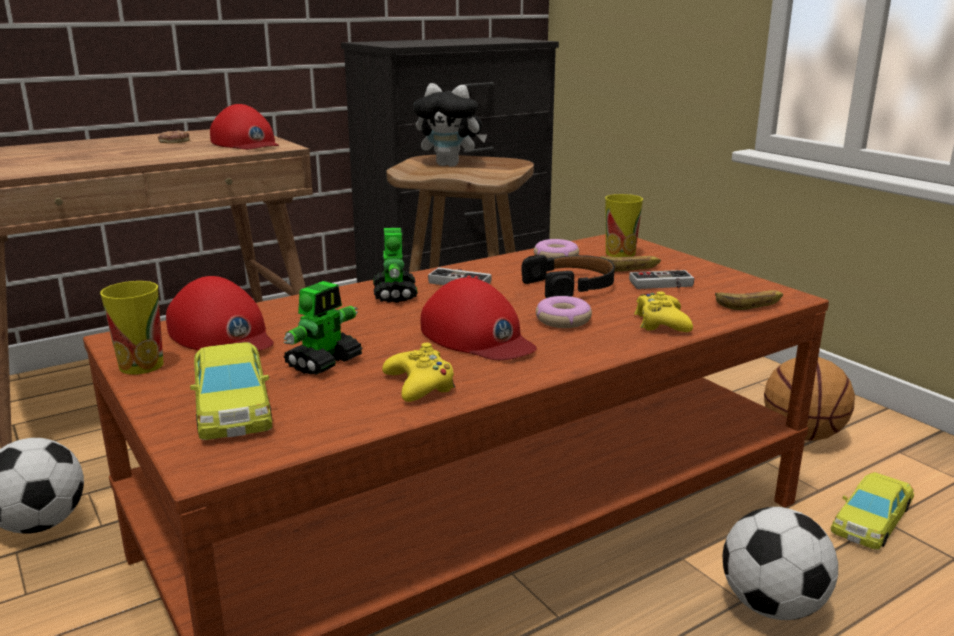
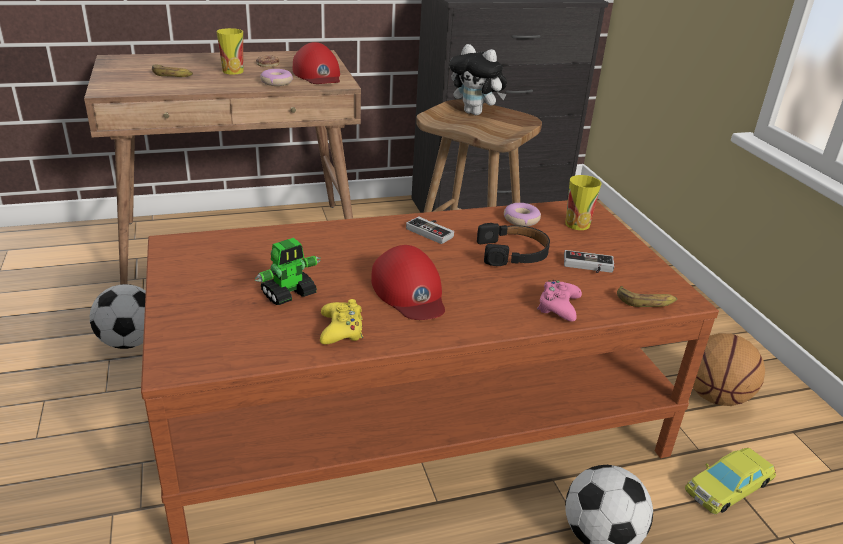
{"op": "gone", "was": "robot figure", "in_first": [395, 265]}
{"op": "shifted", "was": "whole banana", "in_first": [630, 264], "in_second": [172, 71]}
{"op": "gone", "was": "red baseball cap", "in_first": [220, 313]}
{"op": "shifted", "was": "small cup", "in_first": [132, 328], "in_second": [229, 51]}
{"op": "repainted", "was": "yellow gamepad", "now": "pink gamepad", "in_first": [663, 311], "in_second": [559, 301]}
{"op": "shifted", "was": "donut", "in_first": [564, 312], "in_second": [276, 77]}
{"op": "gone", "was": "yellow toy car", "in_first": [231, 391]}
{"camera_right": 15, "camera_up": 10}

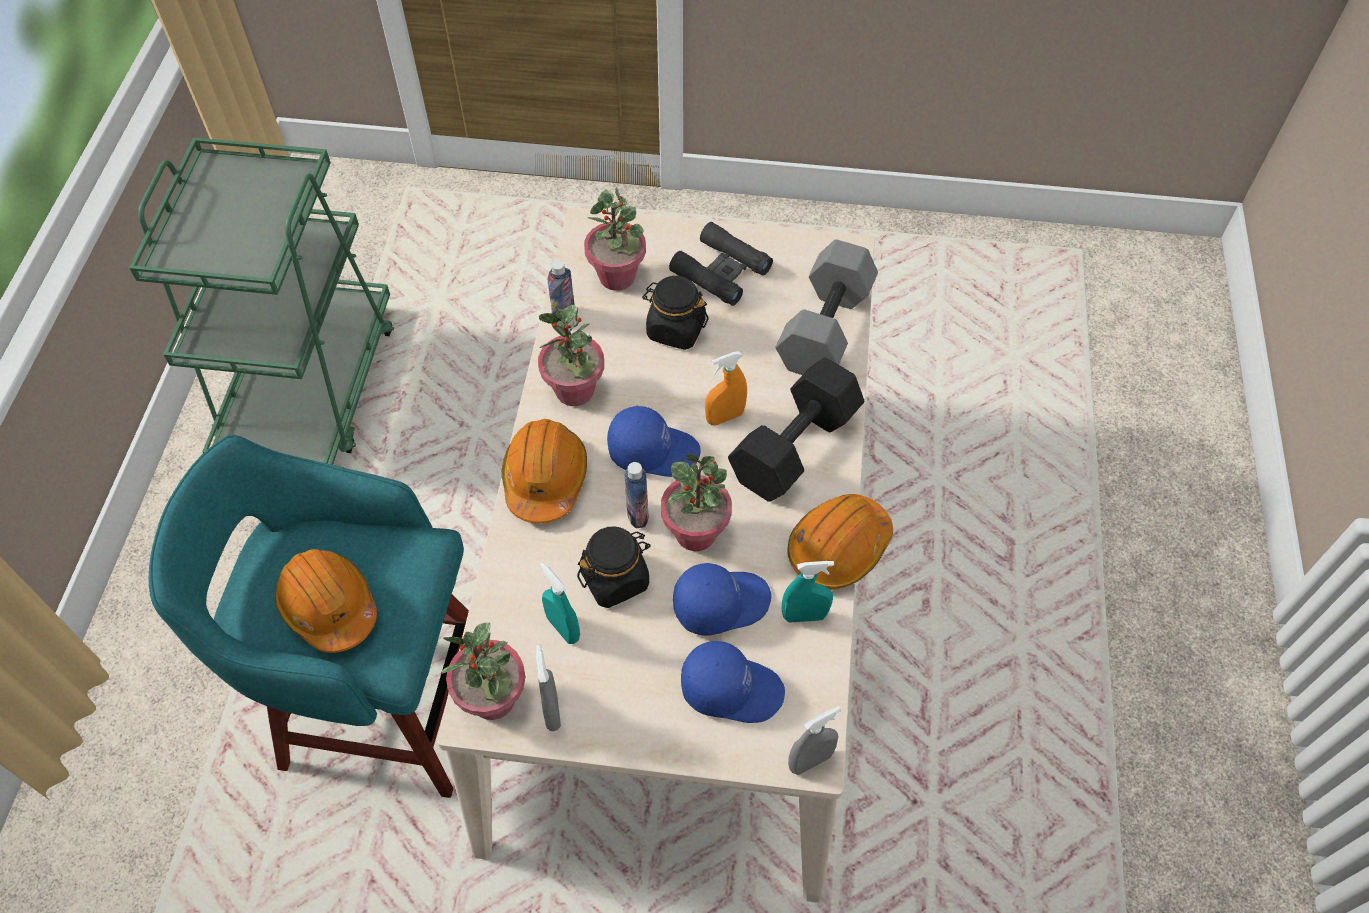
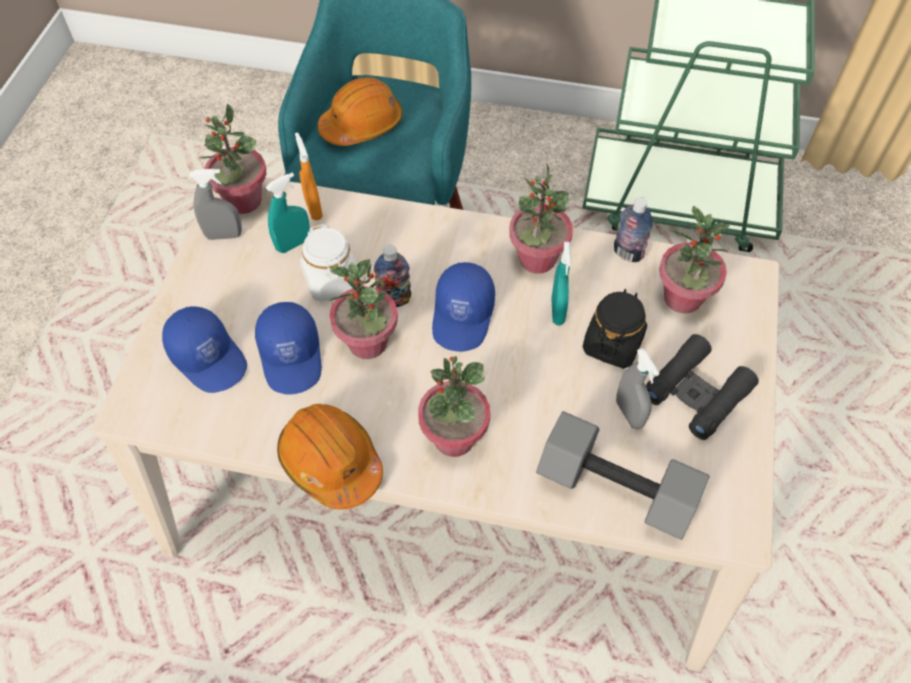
{"op": "shifted", "was": "orange-coloured sprayer", "in_first": [726, 388], "in_second": [309, 176]}
{"op": "swapped", "was": "blackish hand weight", "now": "plant in a pot", "in_first": [796, 429], "in_second": [454, 406]}
{"op": "gone", "was": "orange-coloured safety helmet", "in_first": [544, 471]}
{"op": "repainted", "was": "blackish preserve jar", "now": "white preserve jar", "in_first": [614, 567], "in_second": [330, 263]}
{"op": "shifted", "was": "turquoise sprayer", "in_first": [808, 591], "in_second": [561, 283]}
{"op": "rotated", "was": "bluish baseball cap", "in_first": [733, 682], "in_second": [204, 349], "clockwise": -60}
{"op": "shifted", "was": "grey sprayer", "in_first": [814, 741], "in_second": [638, 389]}
{"camera_right": 95, "camera_up": 0}

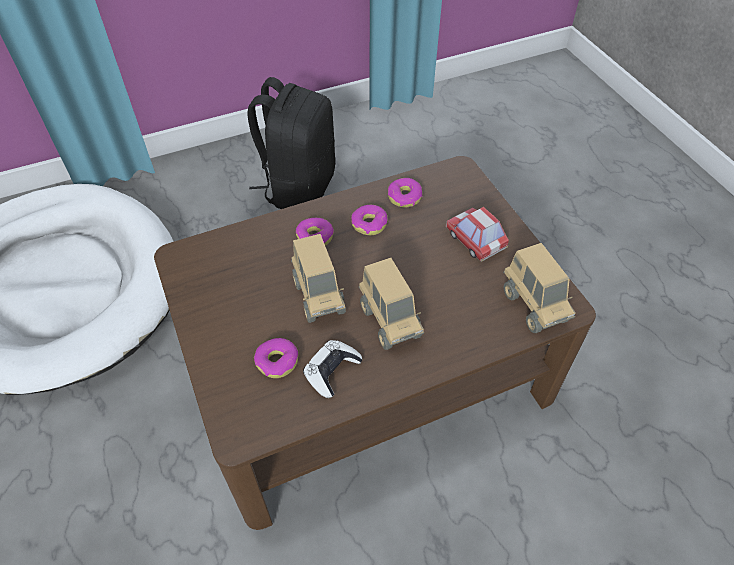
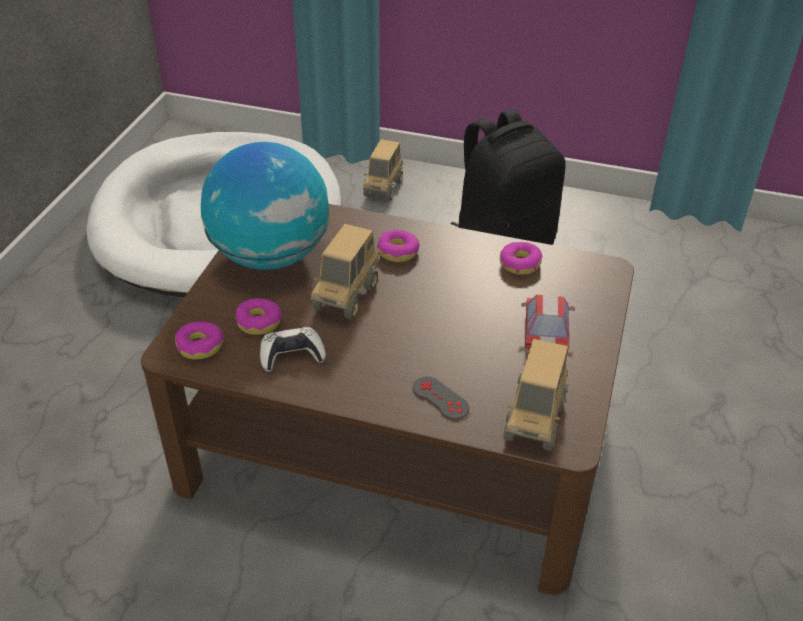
{"op": "shifted", "was": "donut", "in_first": [369, 220], "in_second": [199, 341]}
{"op": "shifted", "was": "model truck", "in_first": [391, 304], "in_second": [383, 170]}
{"op": "new", "now": "desk globe", "in_second": [265, 206]}
{"op": "new", "now": "grey gamepad", "in_second": [441, 398]}
{"camera_right": 40, "camera_up": -10}

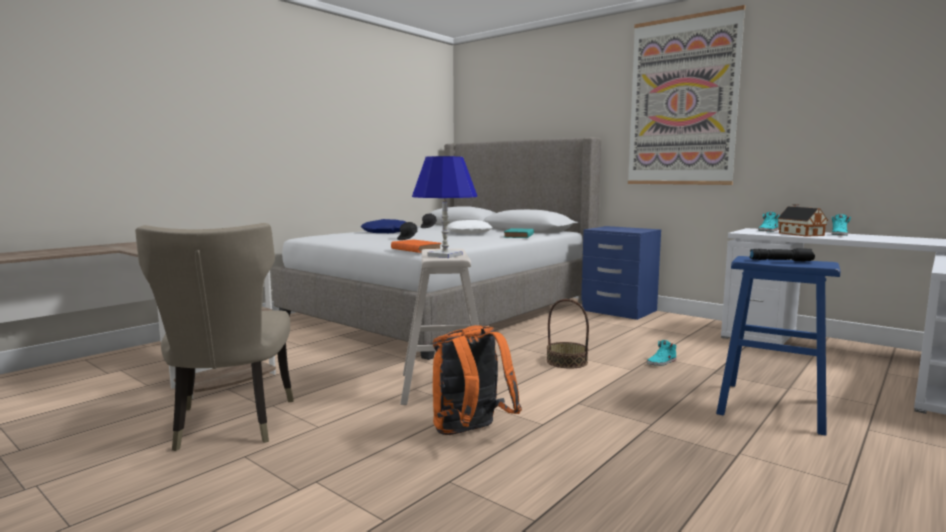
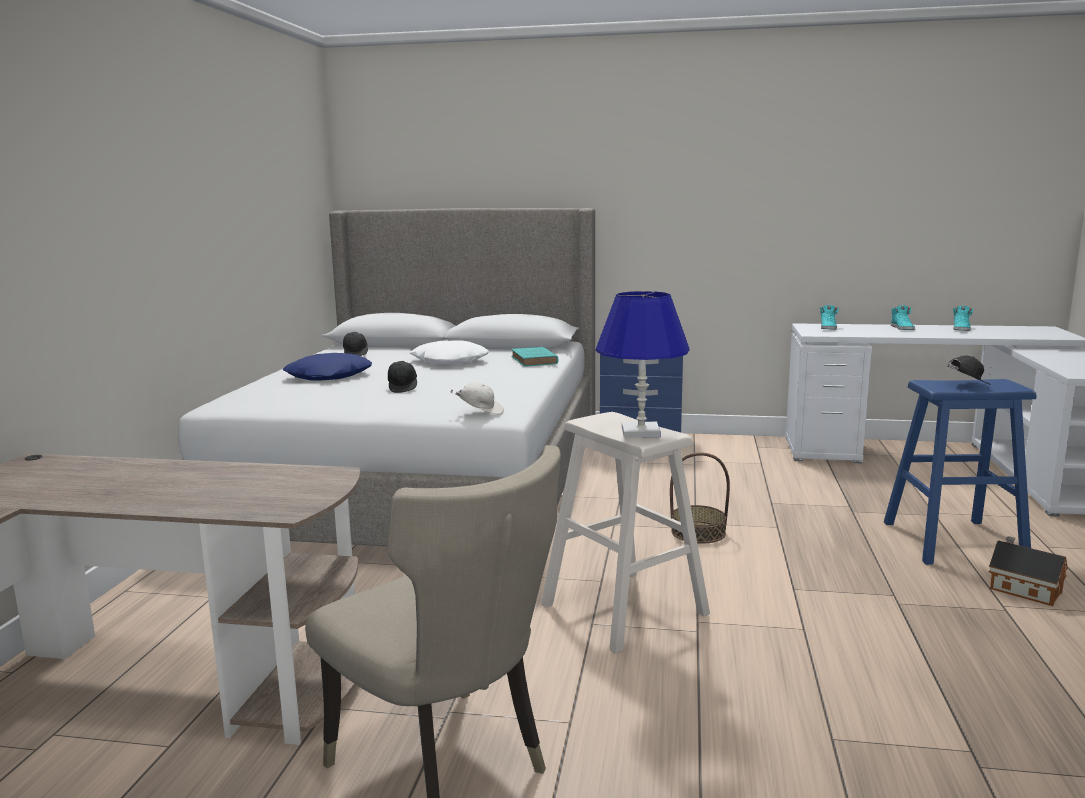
{"op": "gone", "was": "wall picture", "in_first": [686, 95]}
{"op": "shifted", "was": "miniature house", "in_first": [802, 220], "in_second": [1028, 571]}
{"op": "swapped", "was": "orange-coloured bound book", "now": "white baseball cap", "in_first": [416, 246], "in_second": [477, 399]}
{"op": "swapped", "was": "blackish torch", "now": "blackish baseball cap", "in_first": [782, 254], "in_second": [969, 370]}
{"op": "gone", "was": "orange-coloured backpack", "in_first": [477, 380]}
{"op": "shifted", "was": "turquoise shoe", "in_first": [662, 353], "in_second": [963, 318]}
{"camera_right": -30, "camera_up": 5}

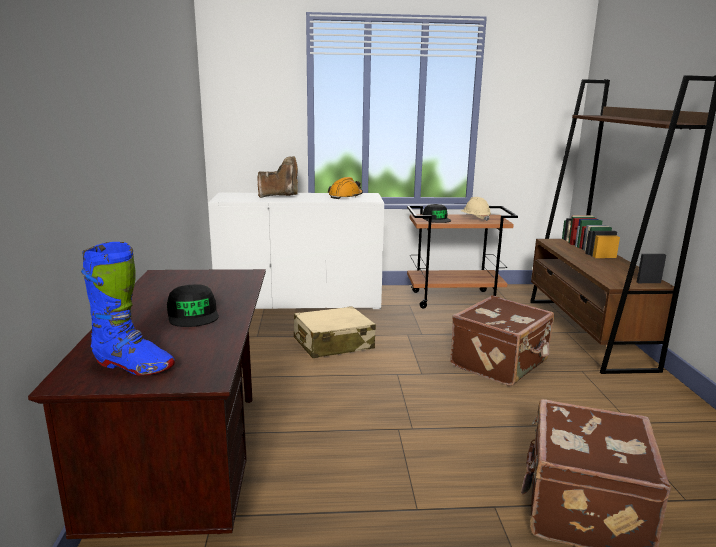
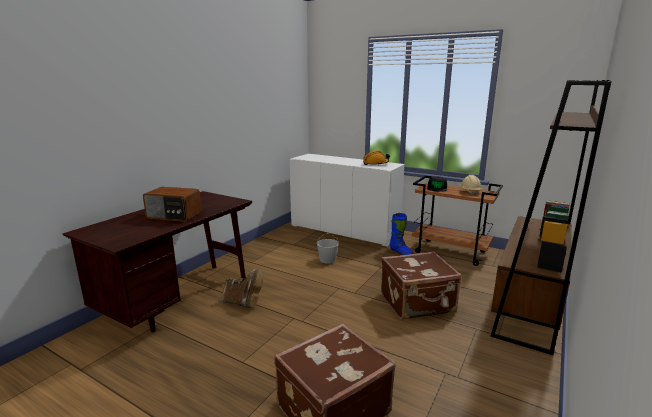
{"op": "shifted", "was": "brownish tall boot", "in_first": [277, 177], "in_second": [242, 288]}
{"op": "shifted", "was": "bluish tall boot", "in_first": [128, 308], "in_second": [402, 234]}
{"op": "swapped", "was": "blackish baseball cap", "now": "radio receiver", "in_first": [193, 305], "in_second": [172, 204]}
{"op": "swapped", "was": "beige suitcase", "now": "white bucket", "in_first": [335, 332], "in_second": [328, 248]}
{"camera_right": 35, "camera_up": 0}

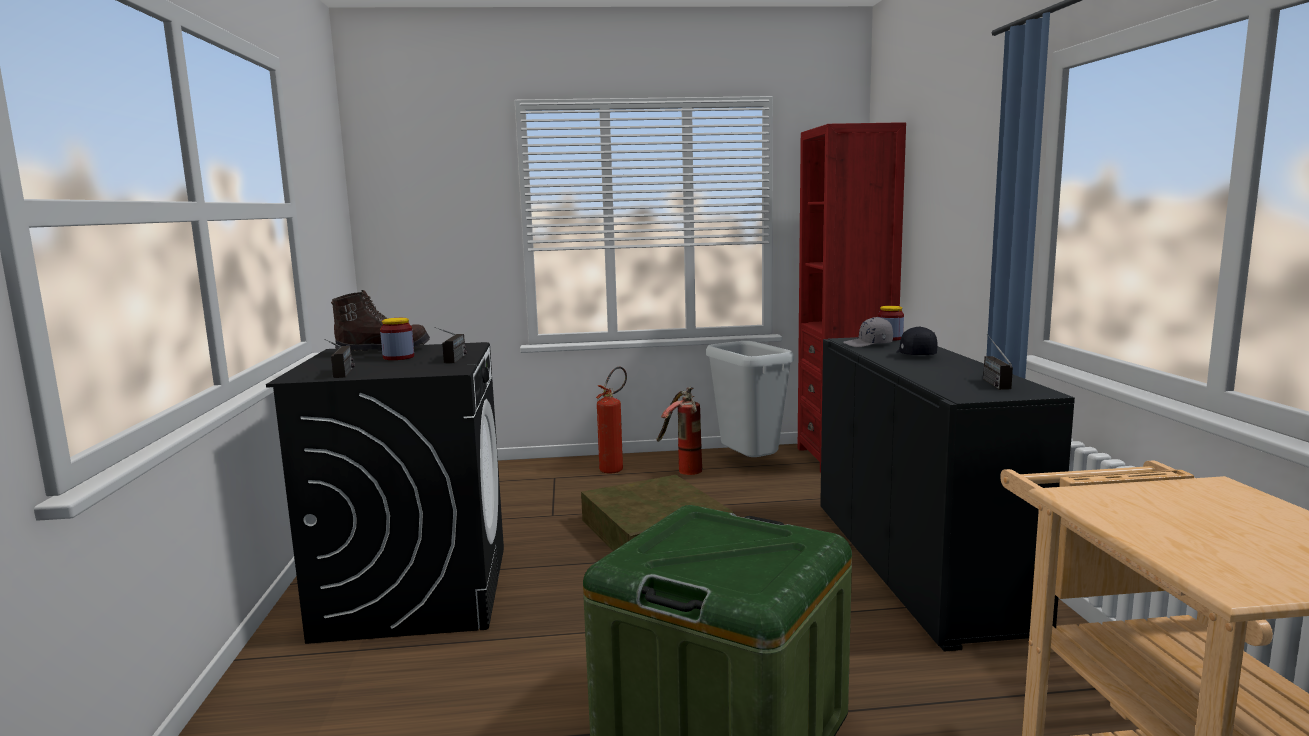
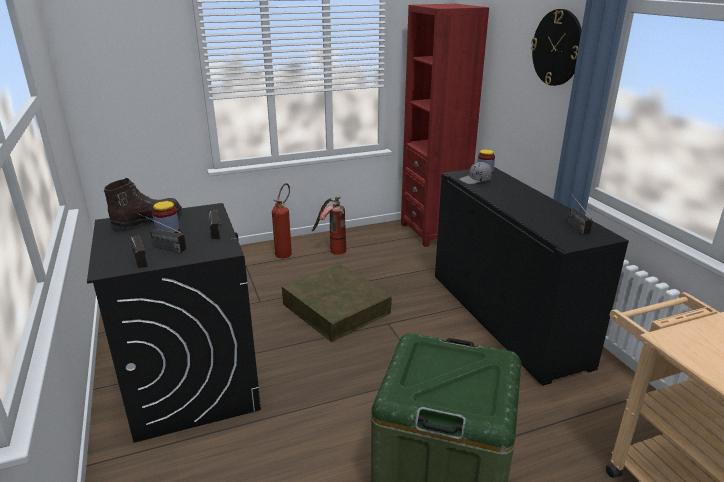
{"op": "gone", "was": "blackish baseball cap", "in_first": [916, 340]}
{"op": "gone", "was": "grey rubbish bin", "in_first": [750, 399]}
{"op": "new", "now": "hanging clock", "in_second": [556, 47]}
{"op": "new", "now": "radio receiver", "in_second": [162, 233]}
{"camera_right": -15, "camera_up": 15}

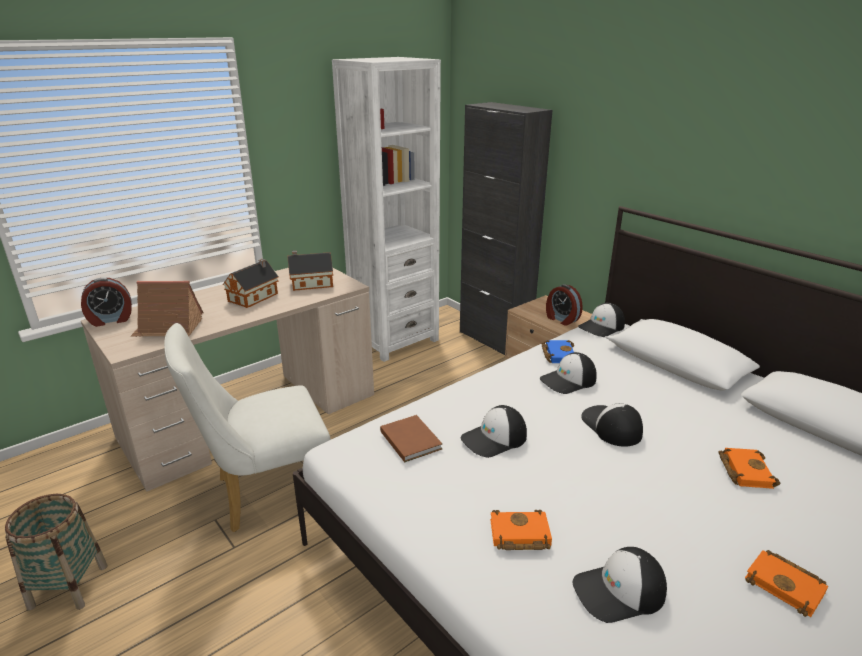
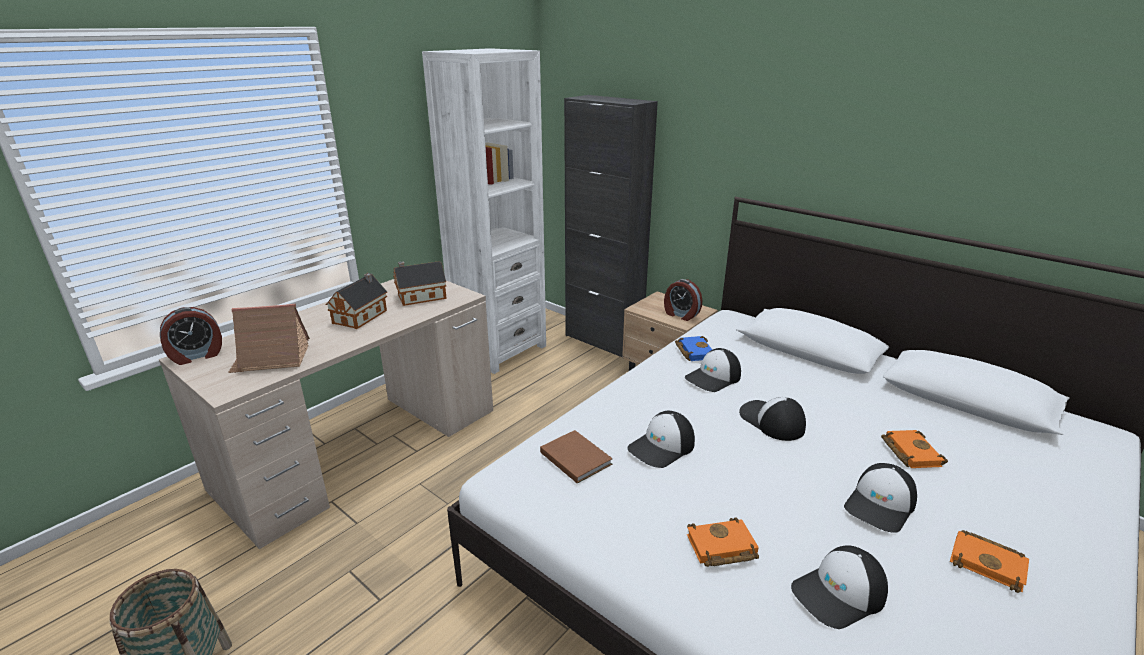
{"op": "shifted", "was": "baseball cap", "in_first": [601, 320], "in_second": [880, 498]}
{"op": "gone", "was": "white plain chair", "in_first": [247, 427]}
{"camera_right": -10, "camera_up": 0}

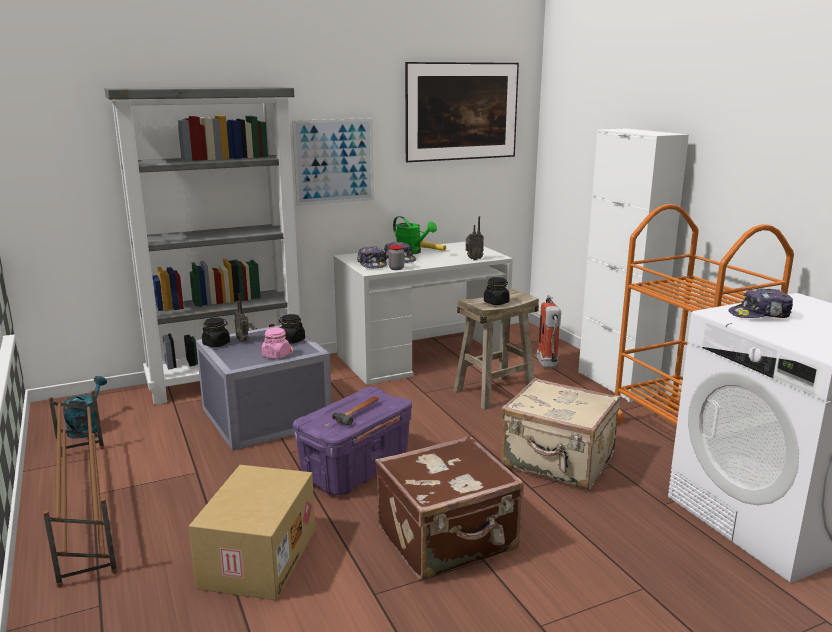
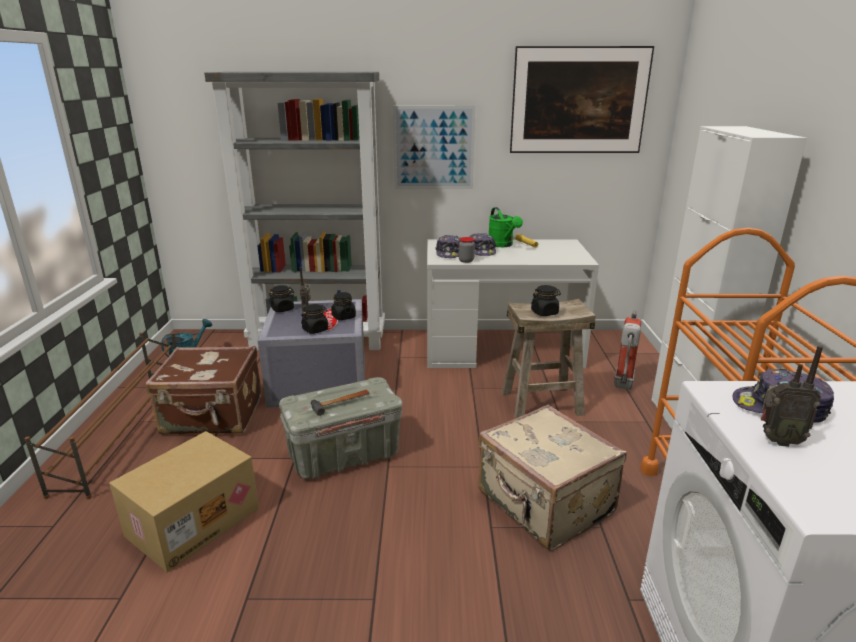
{"op": "shifted", "was": "radio receiver", "in_first": [475, 238], "in_second": [792, 396]}
{"op": "repainted", "was": "pink preserve jar", "now": "blackish preserve jar", "in_first": [276, 343], "in_second": [314, 319]}
{"op": "repainted", "was": "purple-coloured storage container", "now": "grey storage container", "in_first": [352, 441], "in_second": [341, 428]}
{"op": "shifted", "was": "brownish suitcase", "in_first": [449, 508], "in_second": [204, 390]}
{"camera_right": 25, "camera_up": 5}

